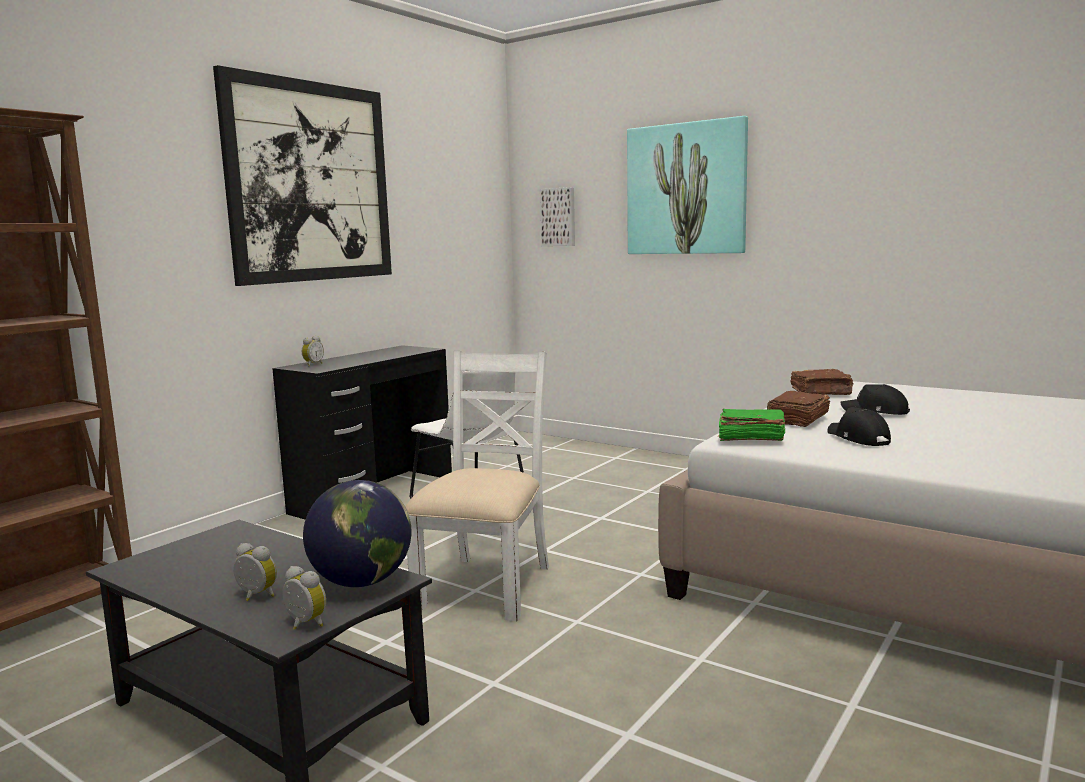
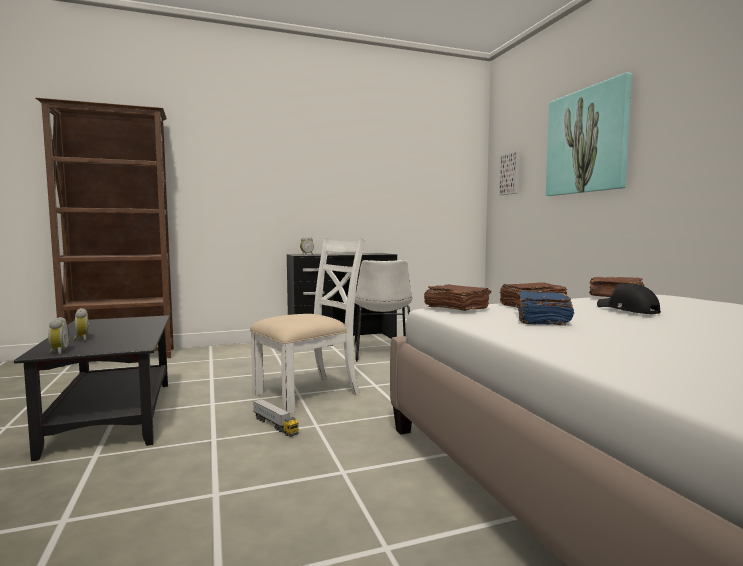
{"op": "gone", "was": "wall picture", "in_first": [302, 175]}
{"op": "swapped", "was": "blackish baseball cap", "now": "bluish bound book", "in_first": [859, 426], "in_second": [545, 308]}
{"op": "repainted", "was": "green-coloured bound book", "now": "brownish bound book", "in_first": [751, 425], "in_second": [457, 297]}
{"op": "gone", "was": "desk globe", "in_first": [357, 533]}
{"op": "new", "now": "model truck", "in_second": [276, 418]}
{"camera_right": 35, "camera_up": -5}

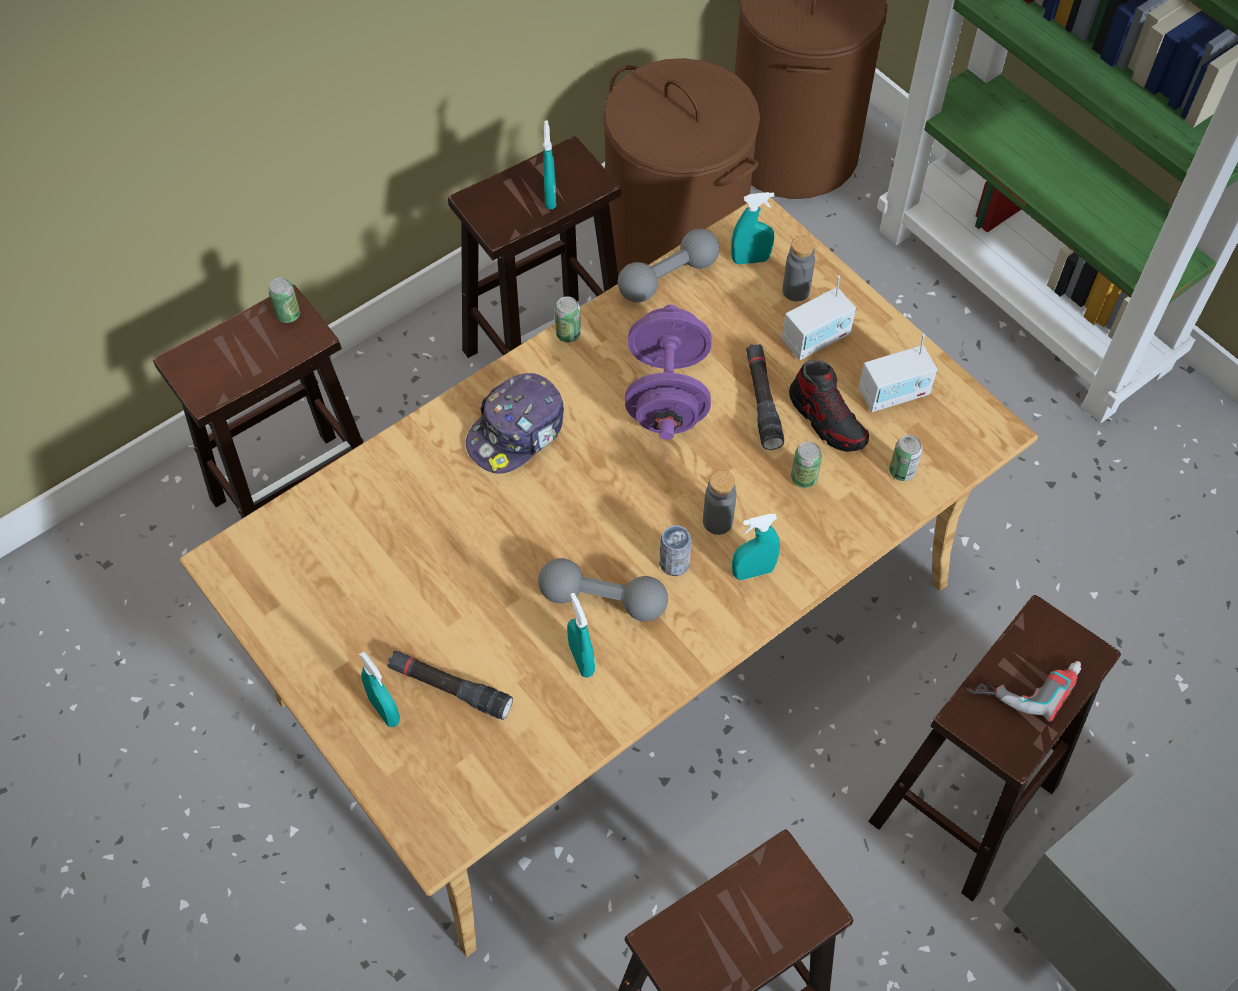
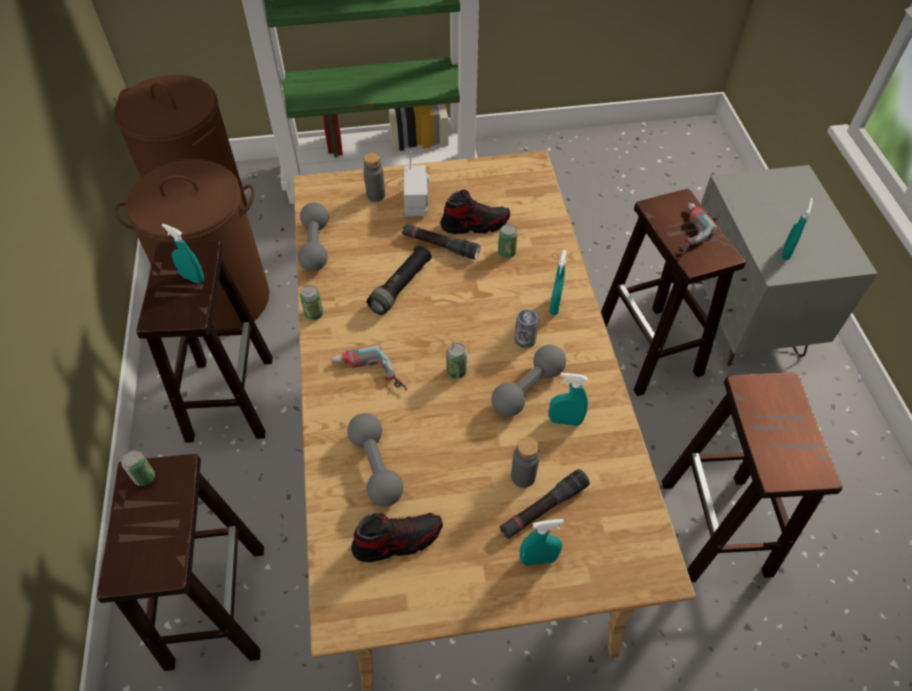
{"op": "shifted", "was": "turquoise sprayer", "in_first": [752, 228], "in_second": [797, 229]}
{"op": "swapped", "was": "purple-coloured hand weight", "now": "blackish torch", "in_first": [668, 372], "in_second": [399, 280]}
{"op": "gone", "was": "radio receiver", "in_first": [897, 373]}
{"op": "swapped", "was": "baseball cap", "now": "electric drill", "in_first": [515, 423], "in_second": [369, 367]}
{"op": "shifted", "was": "metal can", "in_first": [906, 458], "in_second": [456, 361]}
{"op": "shifted", "was": "grey drink bottle", "in_first": [720, 502], "in_second": [525, 462]}
{"op": "new", "now": "grey hand weight", "in_second": [375, 460]}
{"op": "new", "now": "shoe", "in_second": [397, 537]}
{"camera_right": -60, "camera_up": -5}

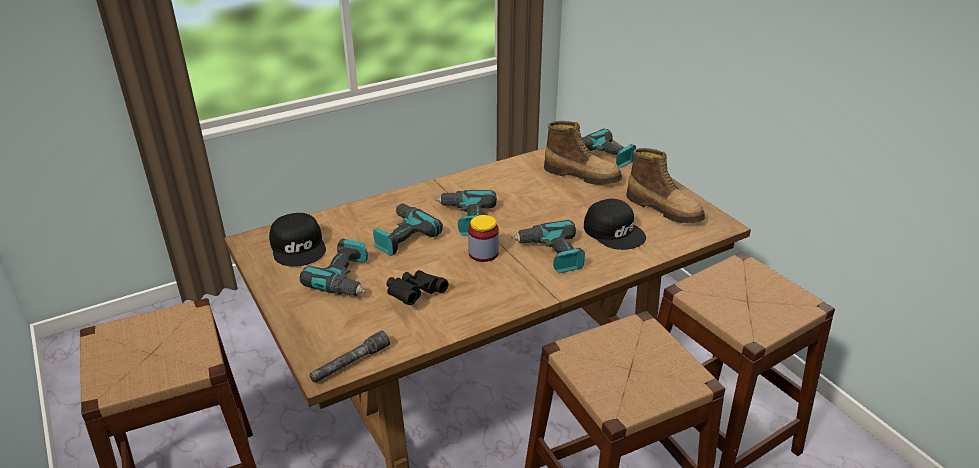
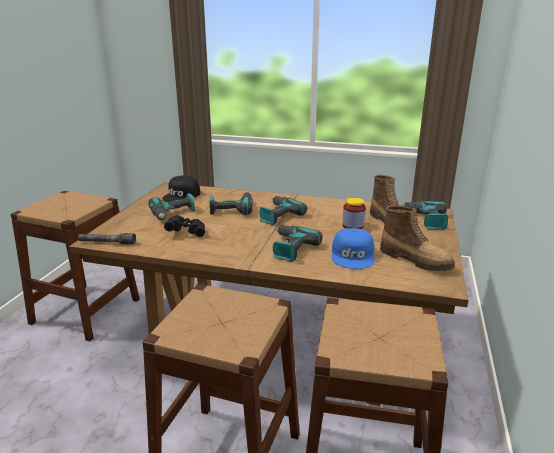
{"op": "rotated", "was": "tall boot", "in_first": [665, 185], "in_second": [417, 238], "clockwise": -45}
{"op": "repainted", "was": "blackish baseball cap", "now": "bluish baseball cap", "in_first": [615, 224], "in_second": [353, 248]}
{"op": "shifted", "was": "preserve jar", "in_first": [483, 238], "in_second": [354, 213]}
{"camera_right": 45, "camera_up": -10}

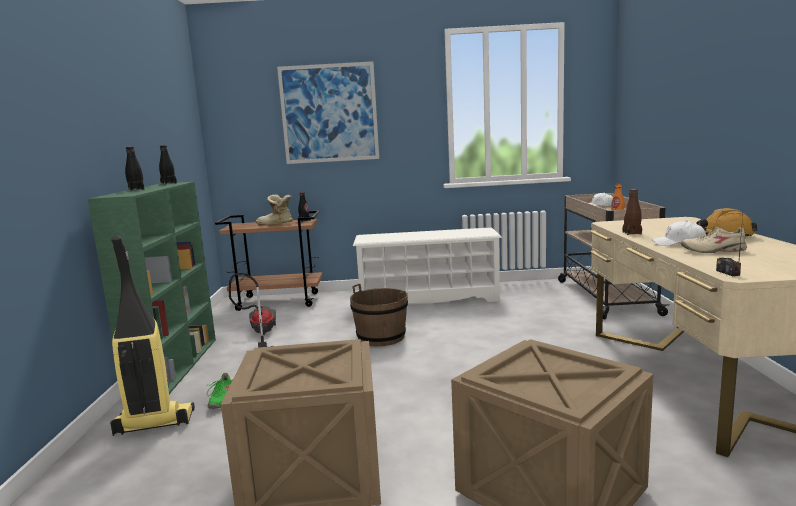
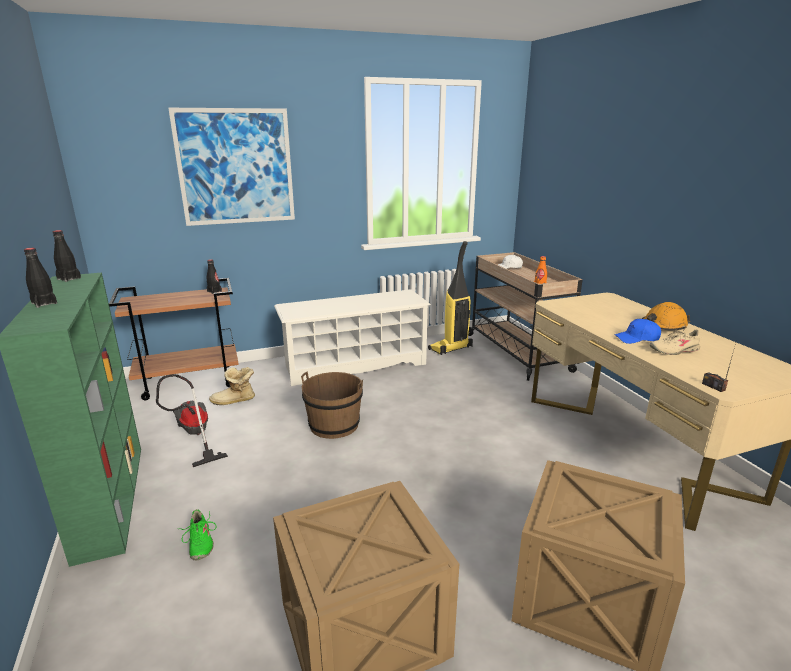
{"op": "gone", "was": "brownish drink bottle", "in_first": [632, 212]}
{"op": "shifted", "was": "tall boot", "in_first": [274, 209], "in_second": [232, 386]}
{"op": "repainted", "was": "white baseball cap", "now": "bluish baseball cap", "in_first": [679, 233], "in_second": [638, 331]}
{"op": "shifted", "was": "vacuum cleaner", "in_first": [152, 336], "in_second": [450, 298]}
{"camera_right": -20, "camera_up": 10}

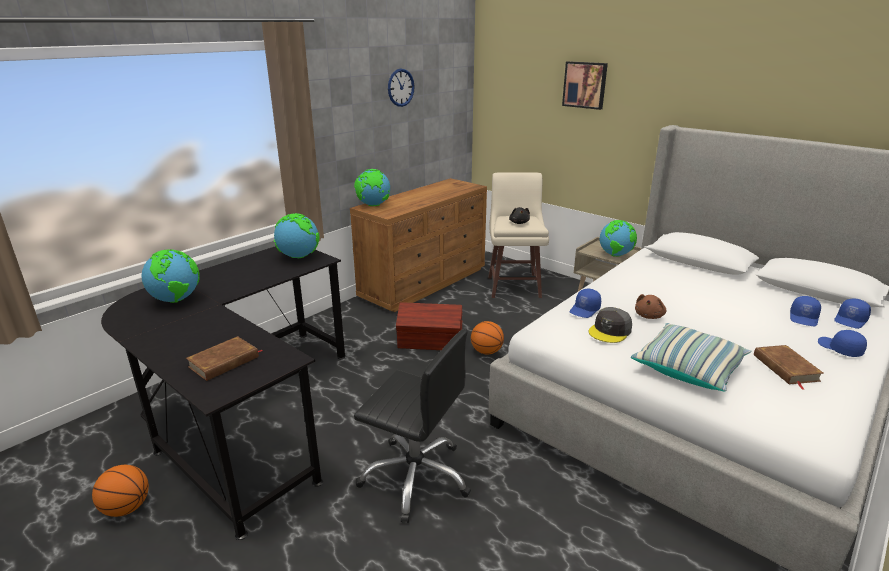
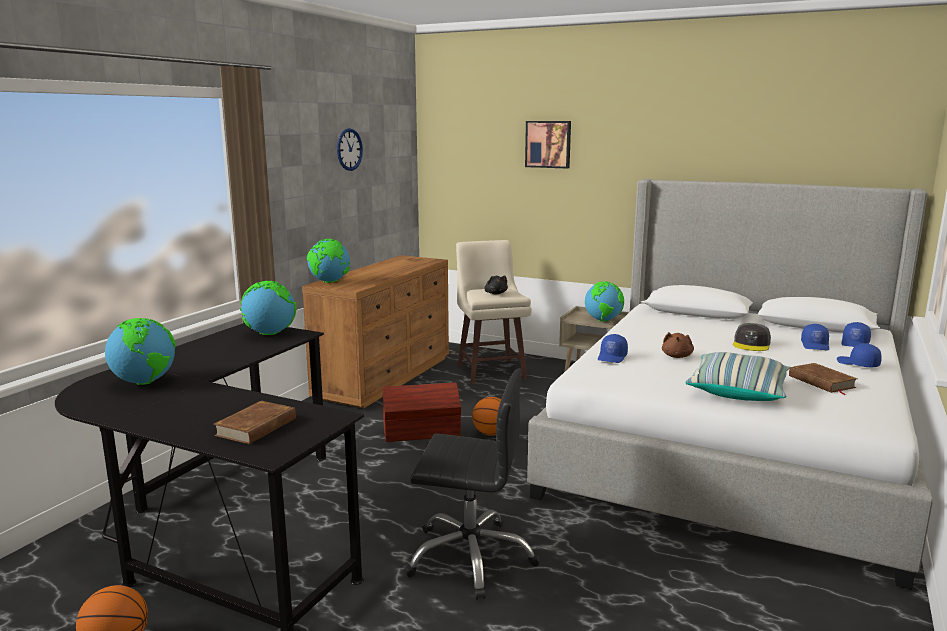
{"op": "shifted", "was": "grey baseball cap", "in_first": [610, 325], "in_second": [752, 337]}
{"camera_right": -15, "camera_up": -10}

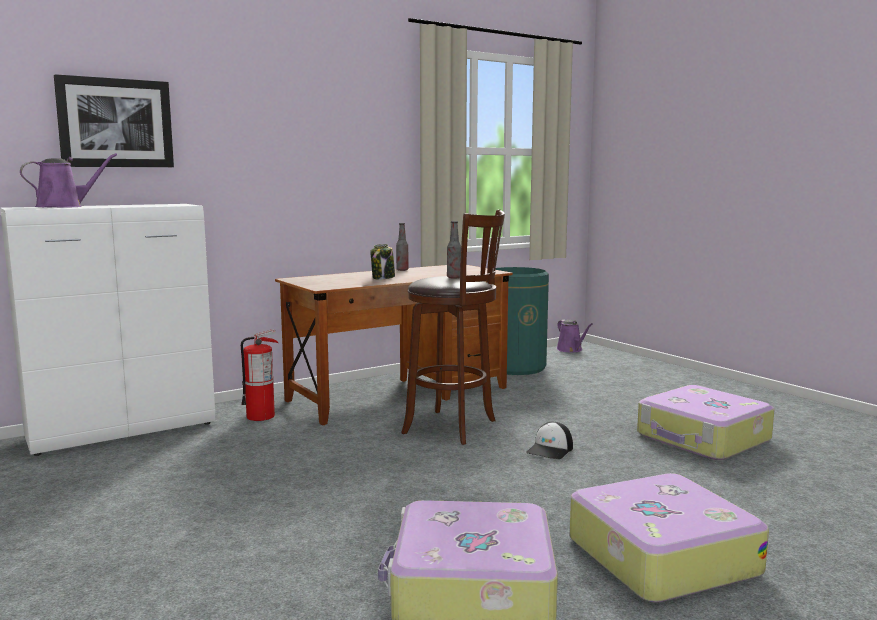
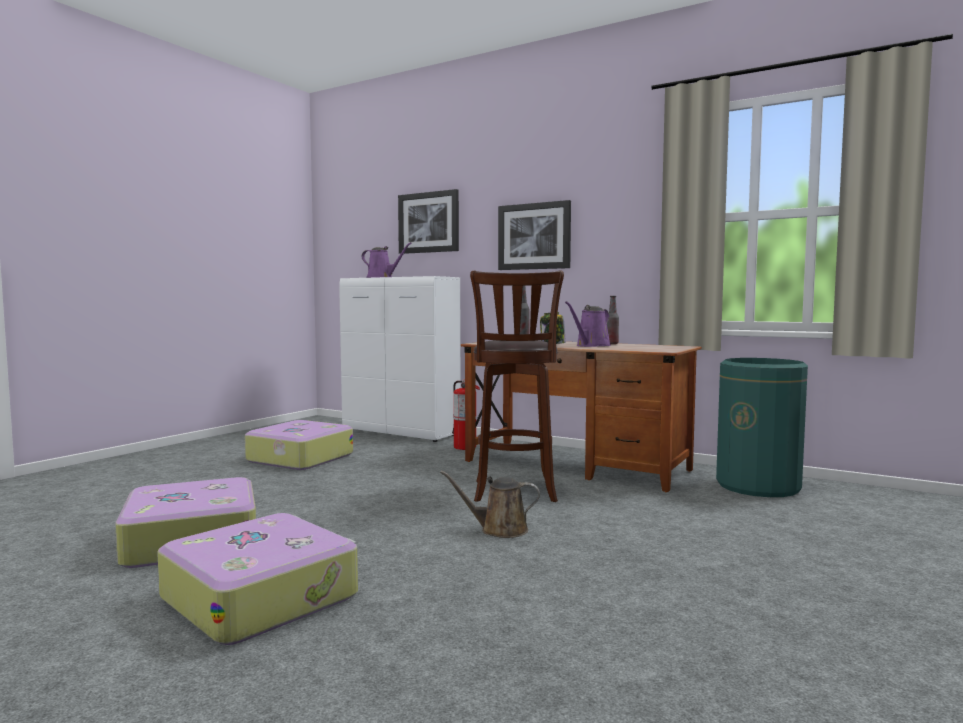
{"op": "shifted", "was": "purple-coloured sprinkling can", "in_first": [575, 336], "in_second": [588, 324]}
{"op": "shifted", "was": "suitcase", "in_first": [706, 422], "in_second": [299, 445]}
{"op": "swapped", "was": "baseball cap", "now": "brownish sprinkling can", "in_first": [549, 440], "in_second": [490, 504]}
{"op": "new", "now": "wall picture", "in_second": [534, 235]}
{"camera_right": 65, "camera_up": -5}

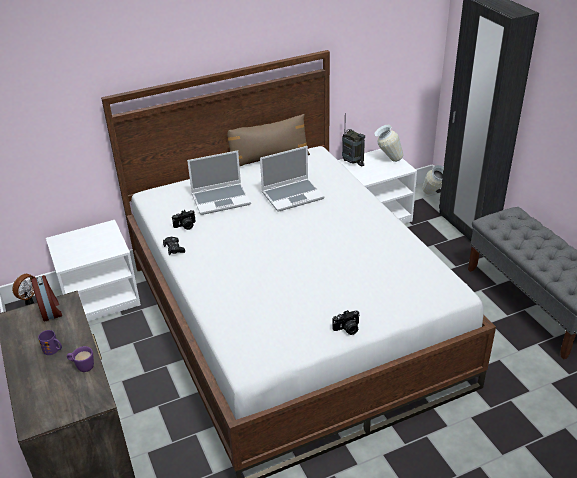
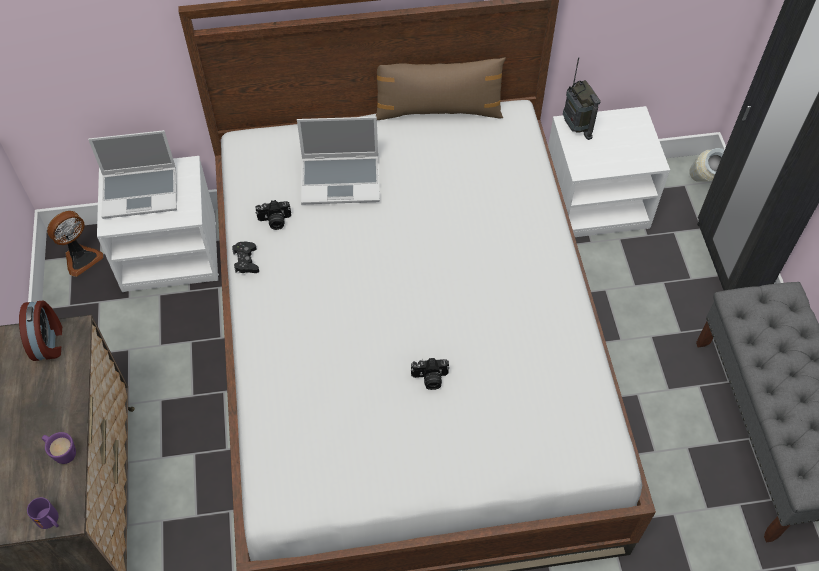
{"op": "gone", "was": "flower vase", "in_first": [389, 143]}
{"op": "shifted", "was": "notebook computer", "in_first": [292, 179], "in_second": [132, 174]}
{"op": "shifted", "was": "still camera", "in_first": [346, 322], "in_second": [430, 374]}
{"op": "shifted", "was": "purple-coloured mug", "in_first": [50, 342], "in_second": [43, 513]}
{"camera_right": 15, "camera_up": 20}

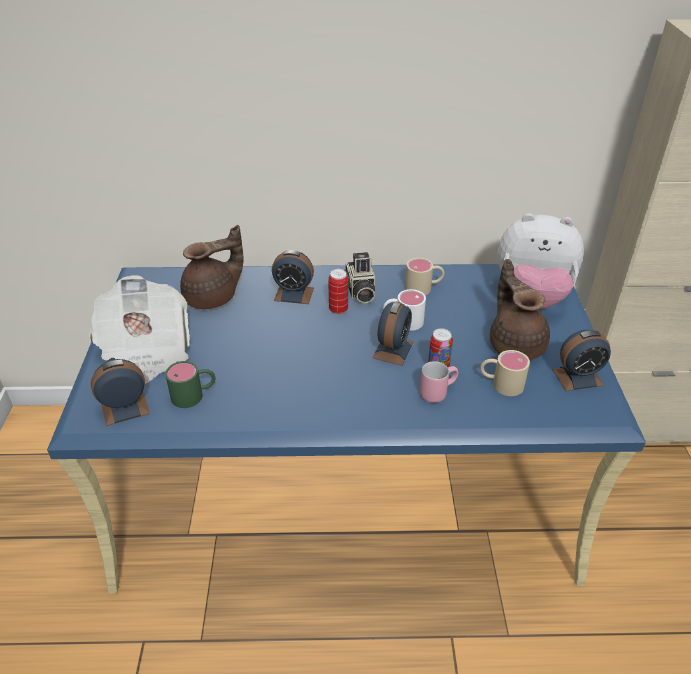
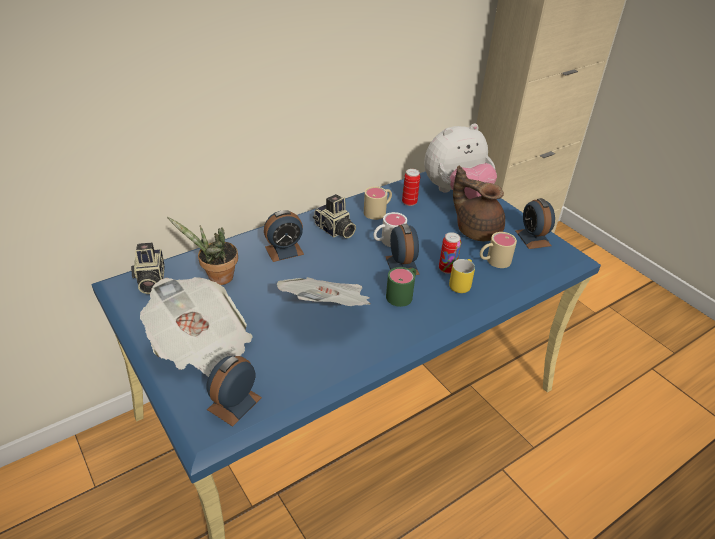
{"op": "swapped", "was": "brownish teapot", "now": "plant in a pot", "in_first": [212, 267], "in_second": [202, 251]}
{"op": "shifted", "was": "metal can", "in_first": [338, 291], "in_second": [411, 187]}
{"op": "rotated", "was": "table clock", "in_first": [581, 360], "in_second": [535, 223], "clockwise": 120}
{"op": "shifted", "was": "green-coloured mug", "in_first": [190, 384], "in_second": [401, 287]}
{"op": "repainted", "was": "pink mug", "now": "yellow mug", "in_first": [439, 382], "in_second": [462, 276]}
{"op": "new", "now": "still camera", "in_second": [148, 268]}
{"op": "new", "now": "printed paper", "in_second": [323, 291]}
{"camera_right": -35, "camera_up": 0}

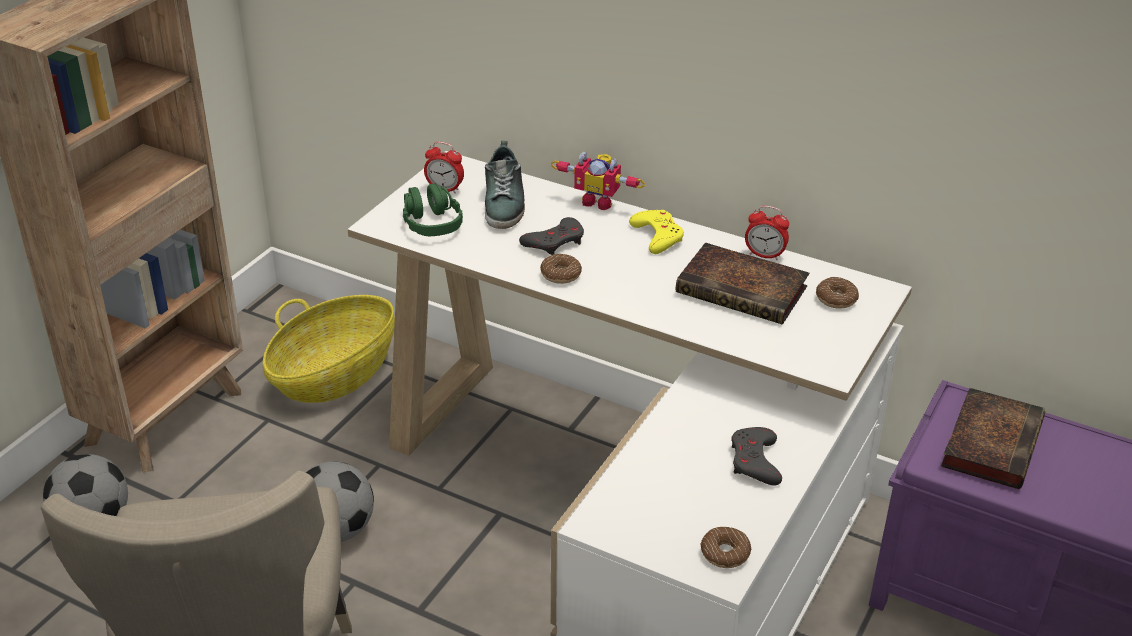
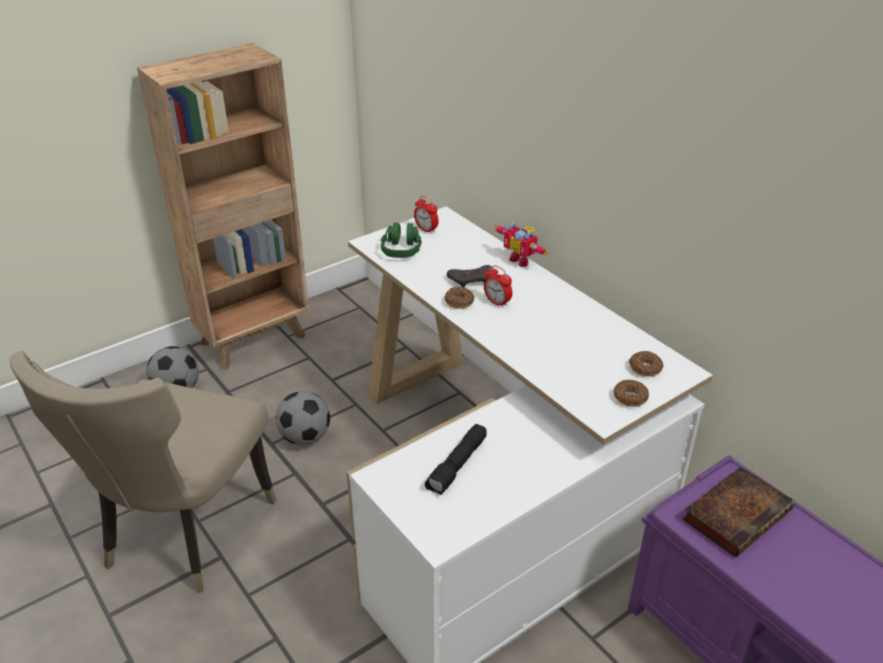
{"op": "gone", "was": "shoe", "in_first": [505, 185]}
{"op": "shifted", "was": "table clock", "in_first": [767, 233], "in_second": [498, 286]}
{"op": "gone", "was": "yellow gamepad", "in_first": [656, 232]}
{"op": "gone", "was": "bound book", "in_first": [742, 283]}
{"op": "gone", "was": "household basket", "in_first": [329, 349]}
{"op": "gone", "was": "grey gamepad", "in_first": [756, 456]}
{"op": "shifted", "was": "donut", "in_first": [726, 547], "in_second": [631, 393]}
{"op": "new", "now": "blackish torch", "in_second": [456, 459]}
{"camera_right": 25, "camera_up": 0}

